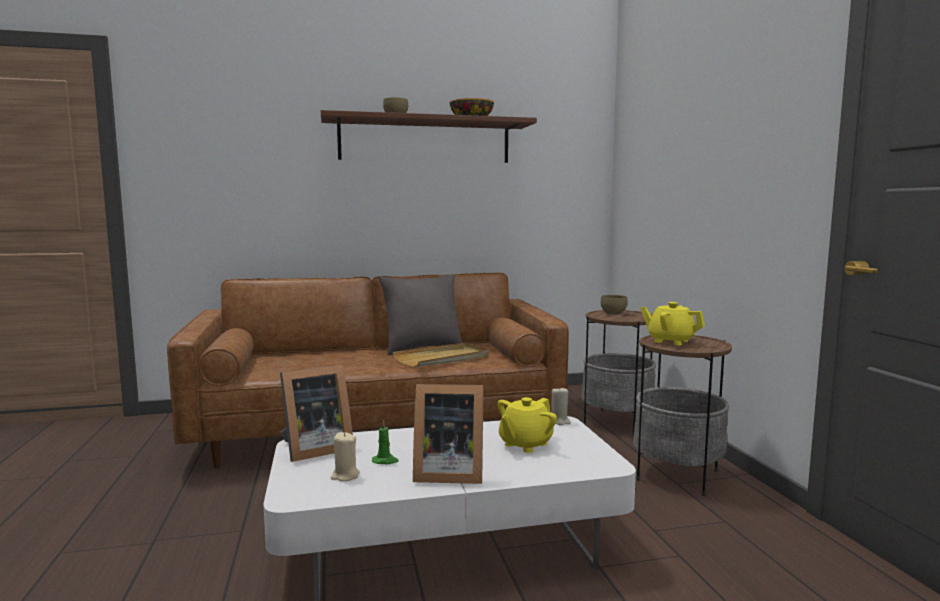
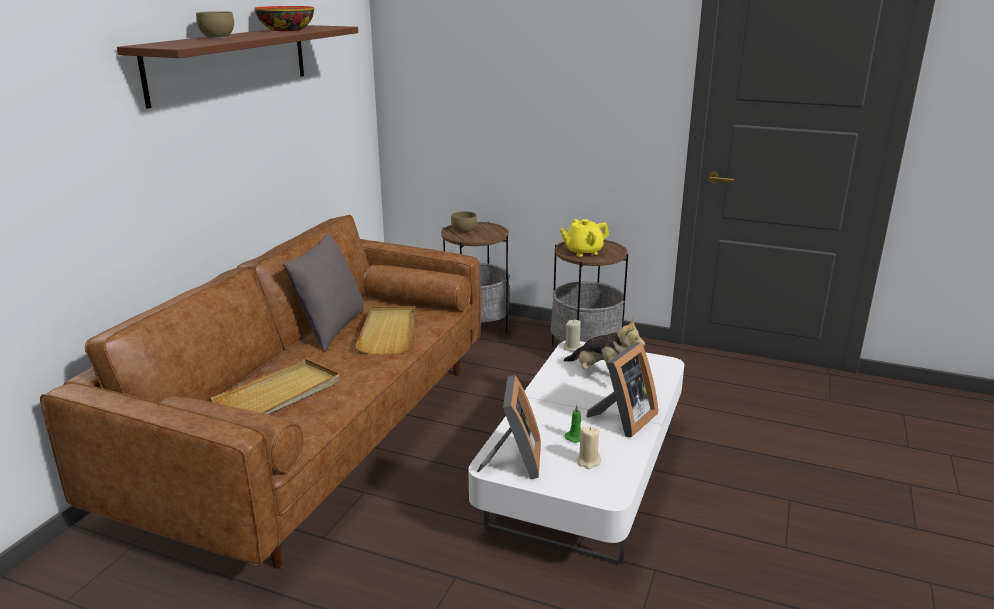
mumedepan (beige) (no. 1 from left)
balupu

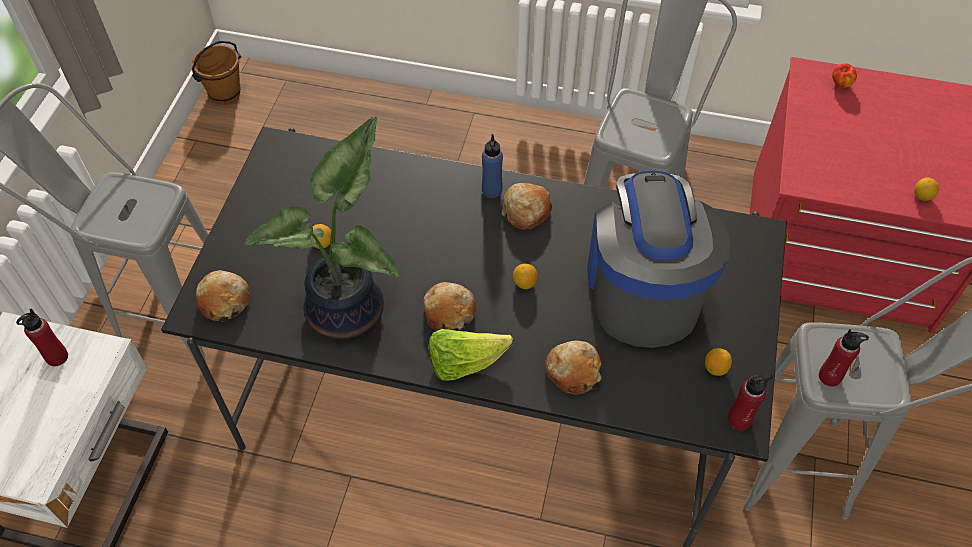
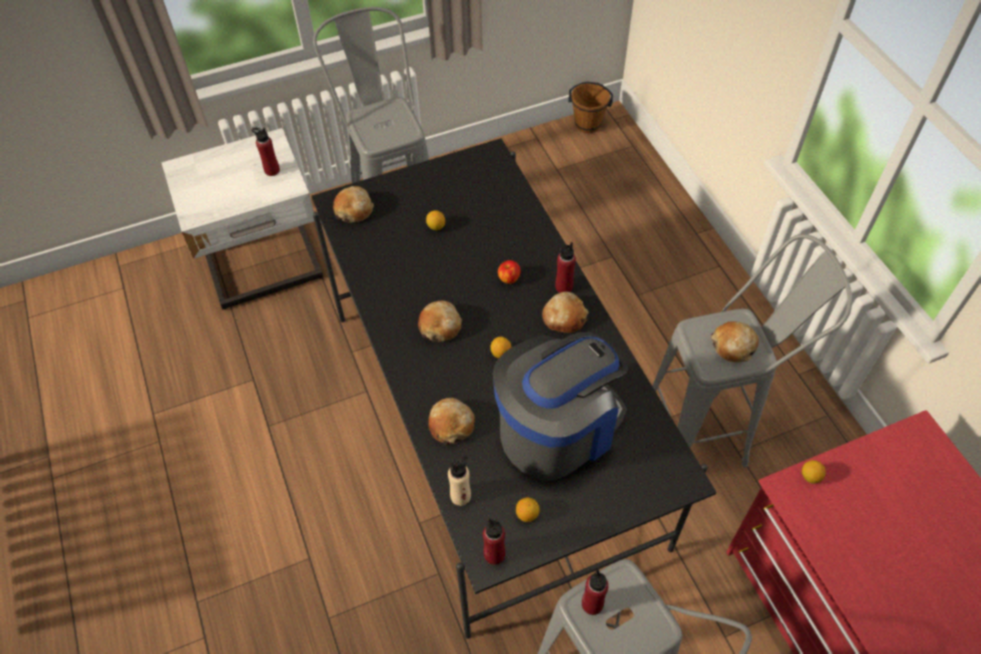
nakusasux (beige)
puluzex
nakusasux (red) (no. 3 from left)
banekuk (no. 5 from left)
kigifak (no. 4 from left)
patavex
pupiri

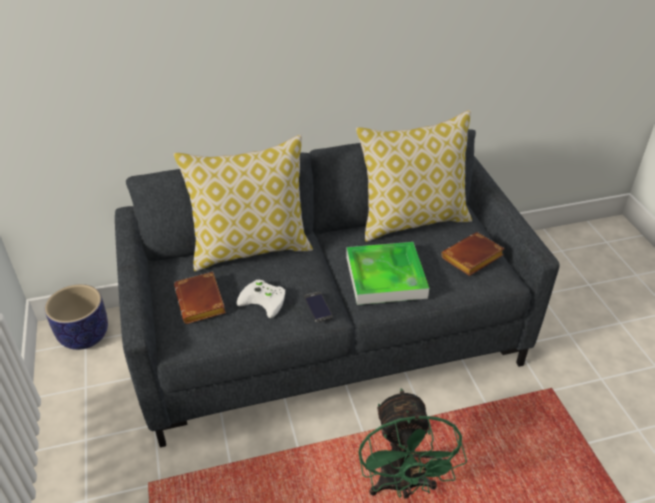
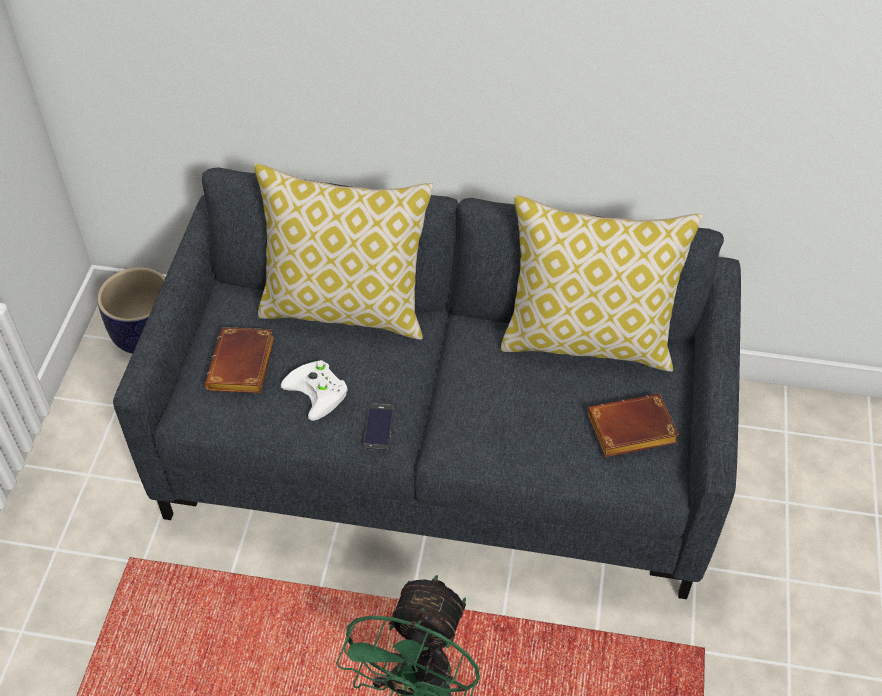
mumedepan

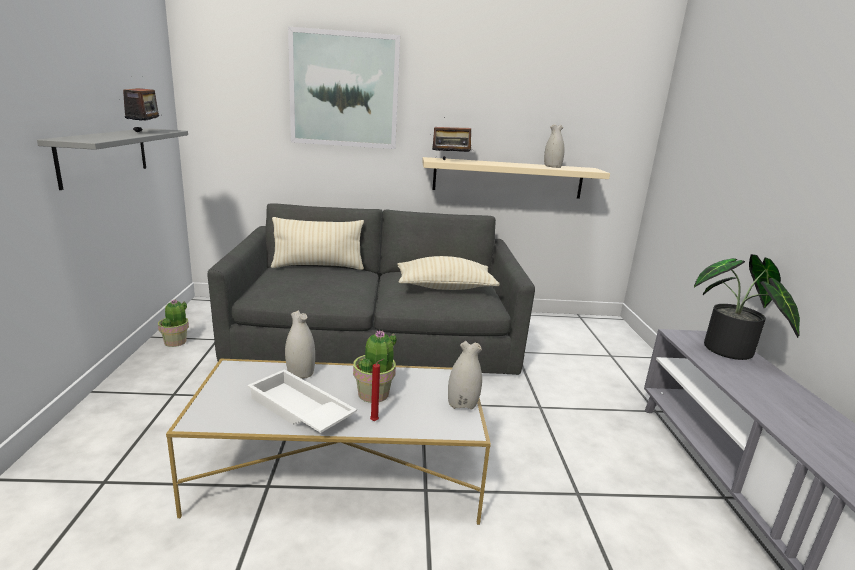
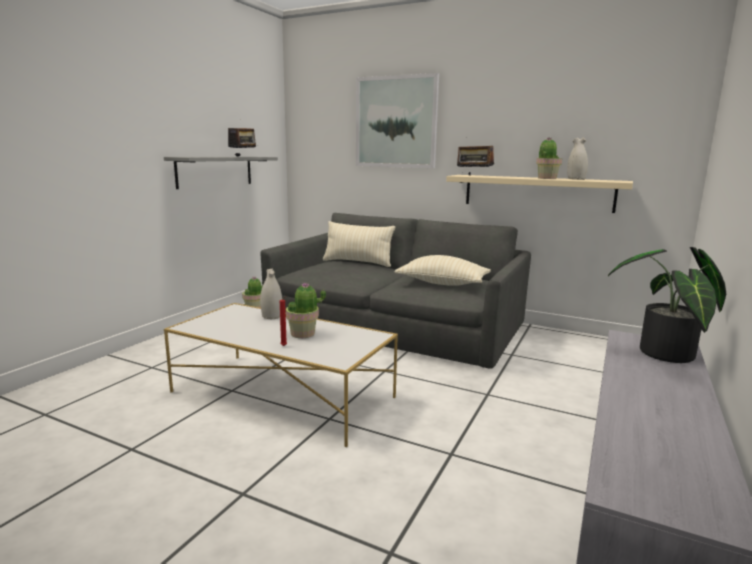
patavex (no. 3 from left)
mumedepan (white)
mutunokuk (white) (no. 2 from left in the first image)

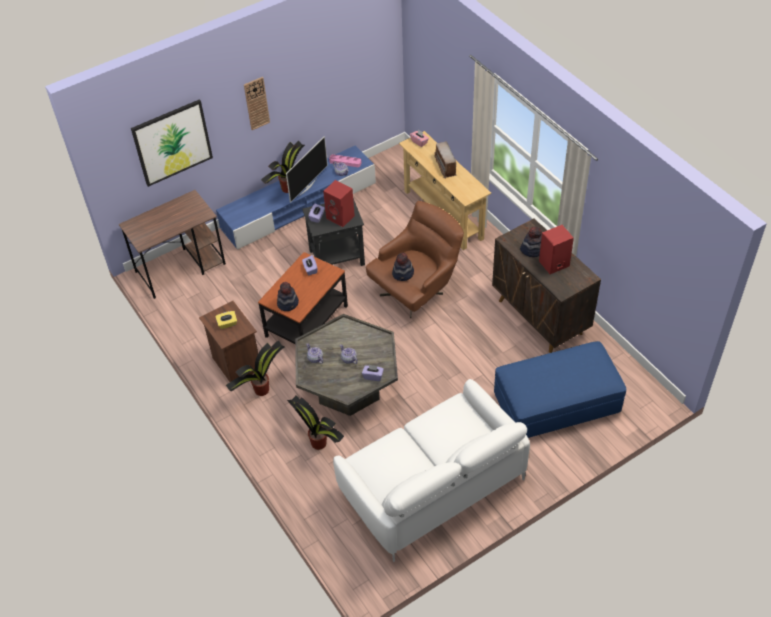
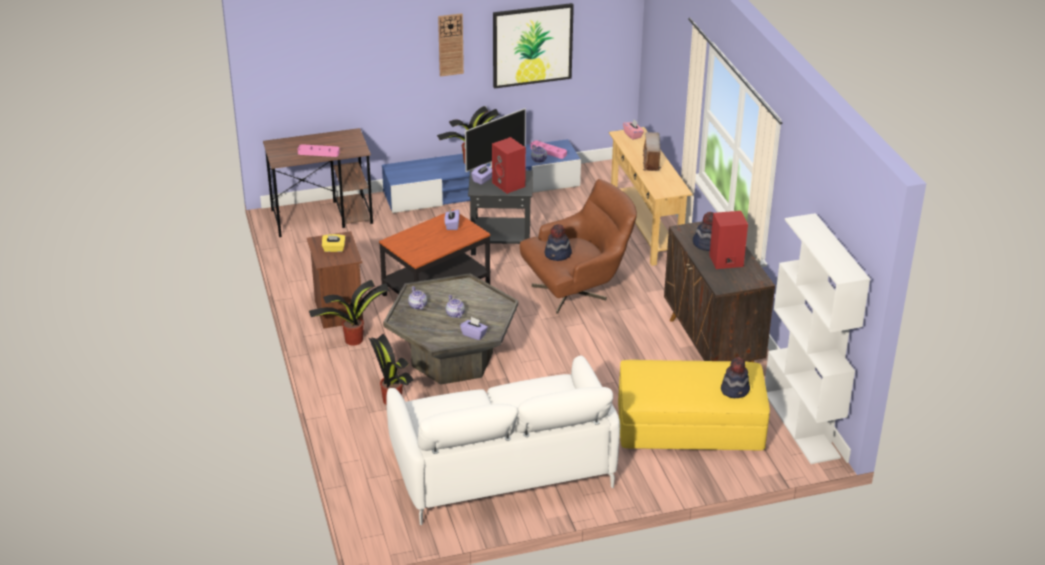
mumedepan (pink) (no. 1 from left)
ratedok
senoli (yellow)
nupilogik (no. 3 from left)
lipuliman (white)

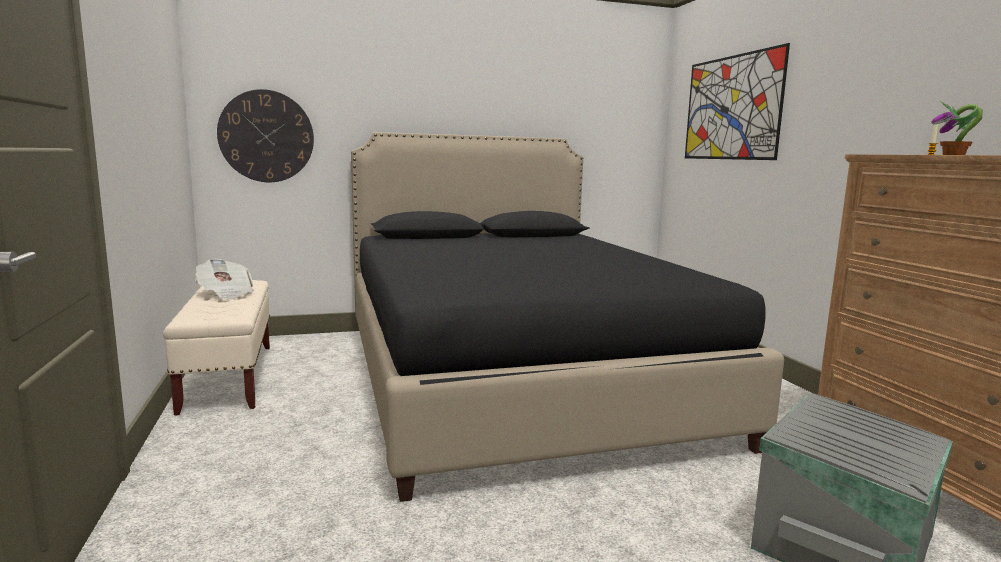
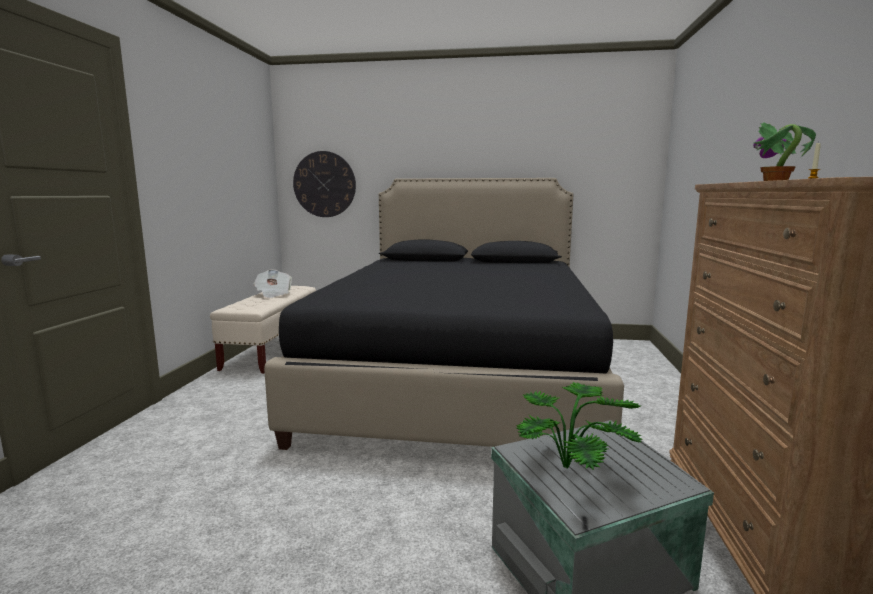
patavex (no. 1 from left)
ratedok

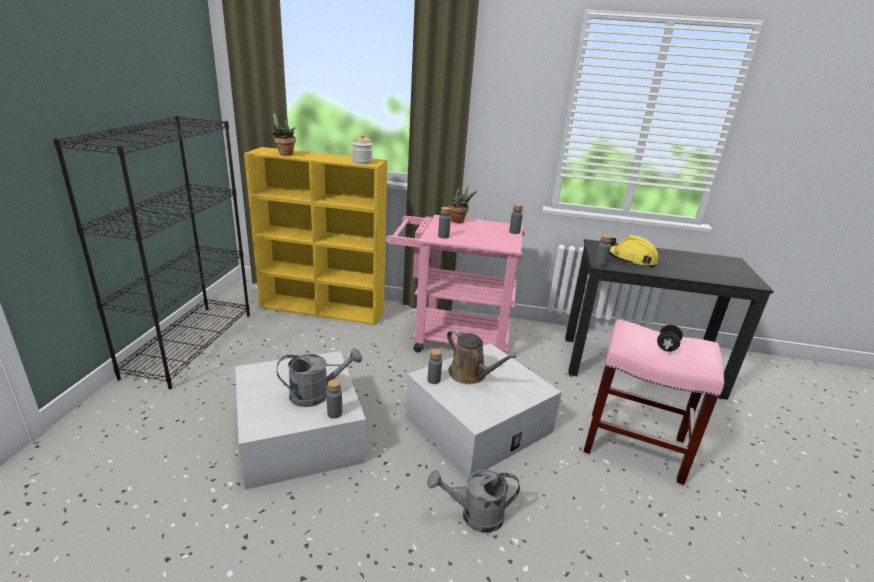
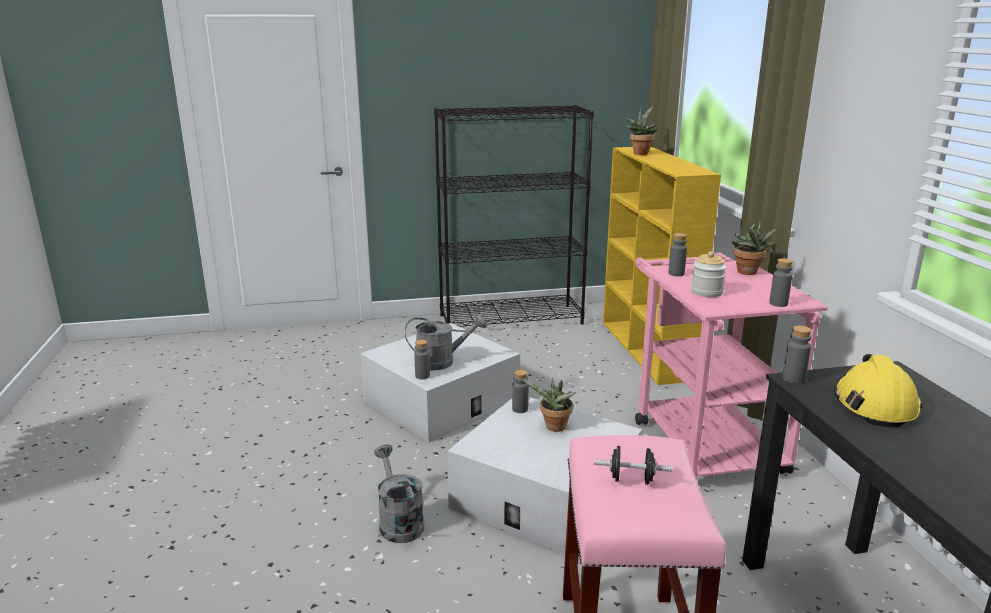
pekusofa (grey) (no. 2 from left)
patavex (no. 1 from left)
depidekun

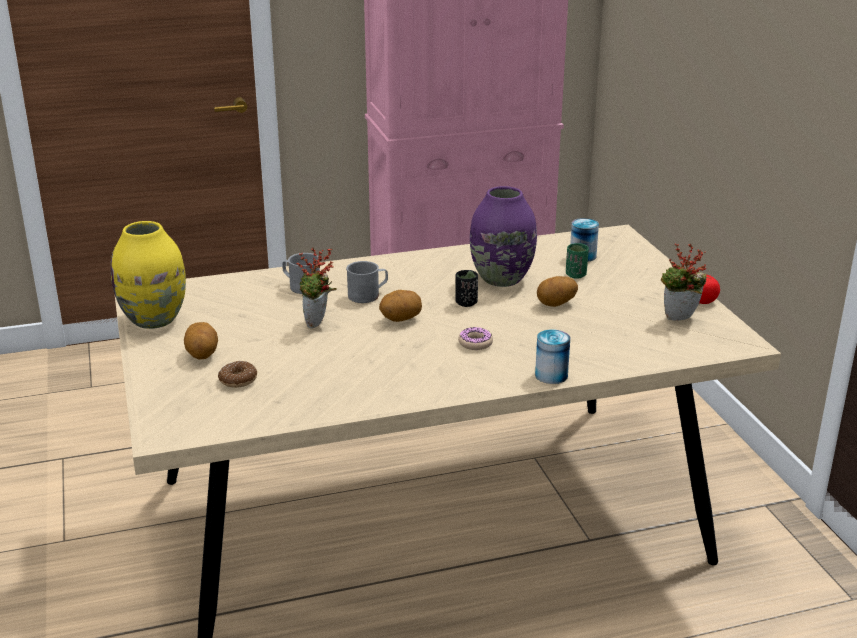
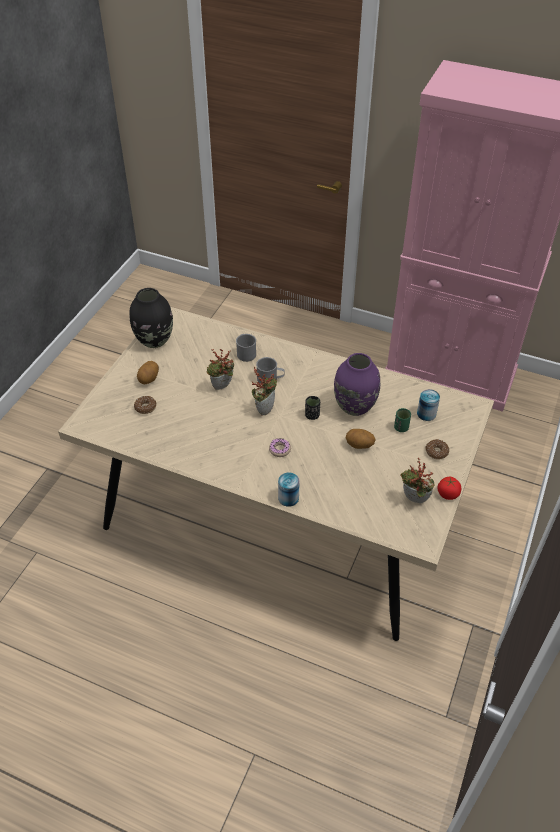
mutunokuk (black)
patavex (no. 2 from left)
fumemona (no. 3 from left)

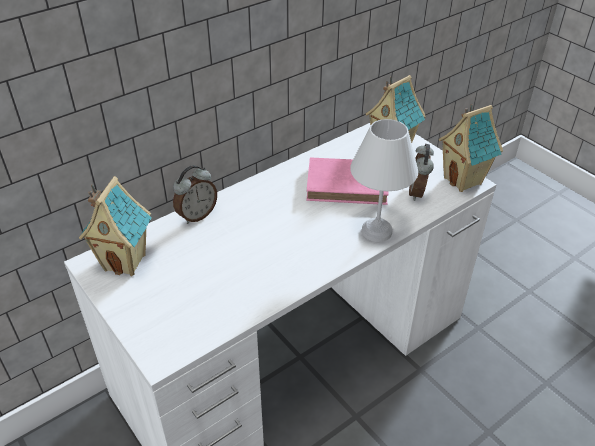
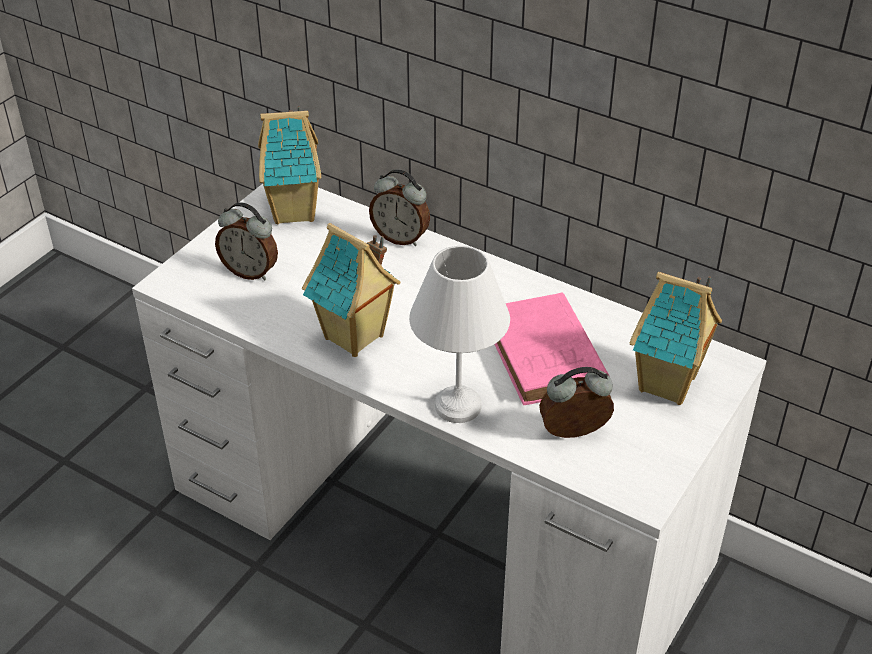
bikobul (no. 1 from left)
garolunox (no. 2 from left)

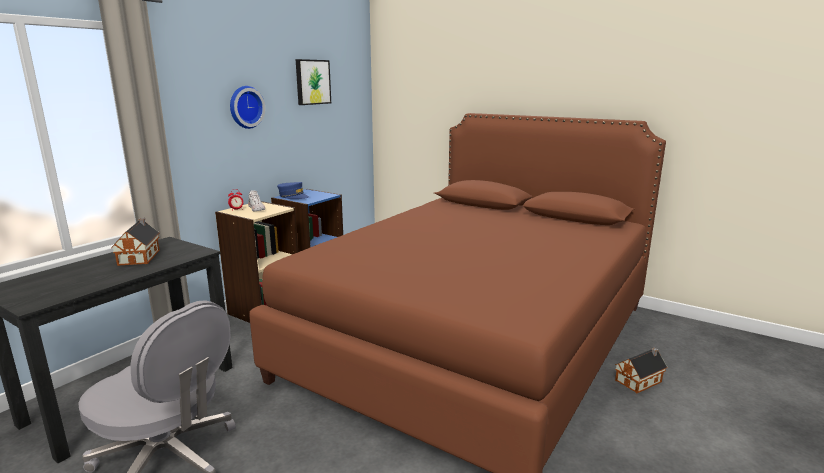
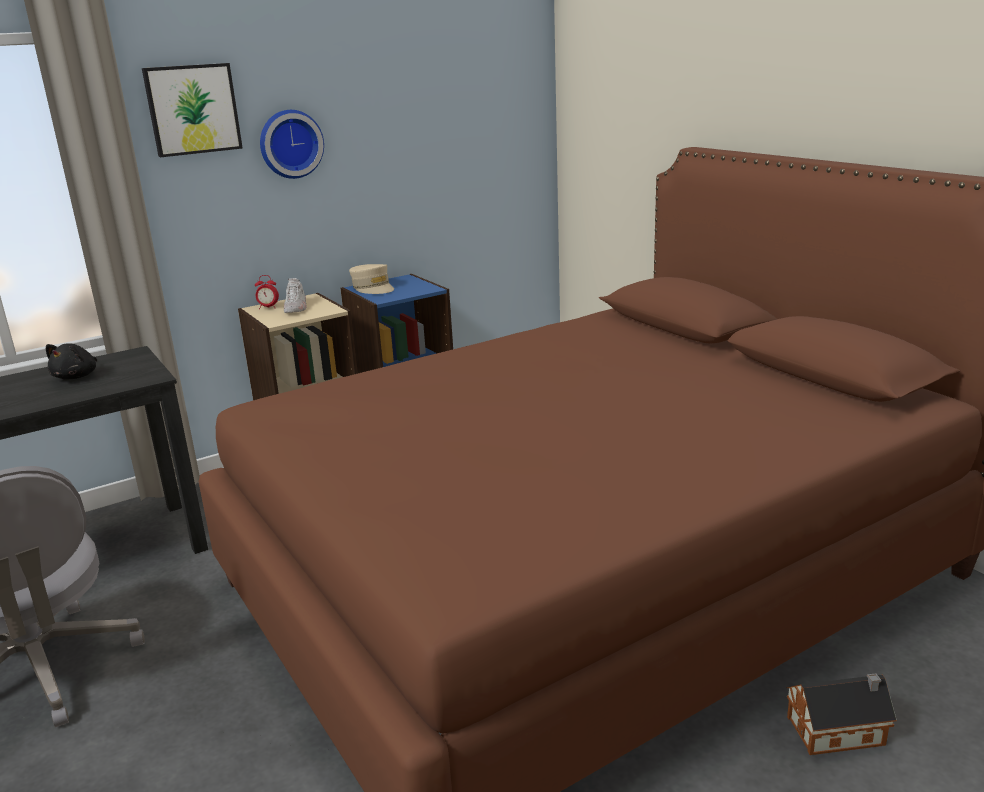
balupu (black)
ratedok
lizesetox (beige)

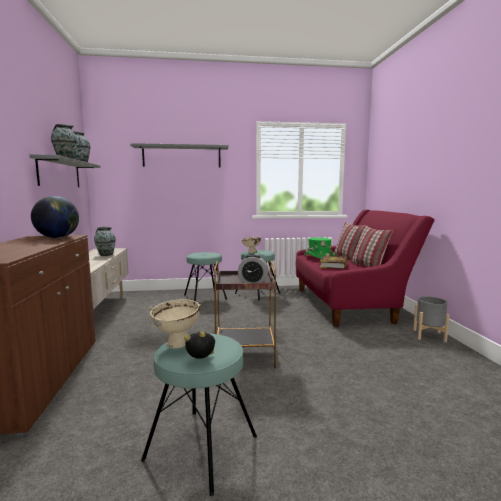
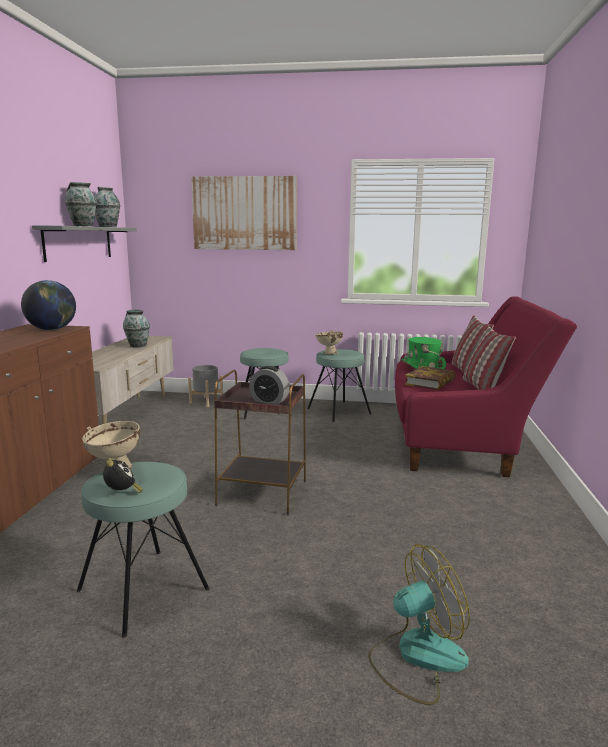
bikobul (no. 1 from left)
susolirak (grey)
ratedok
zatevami

